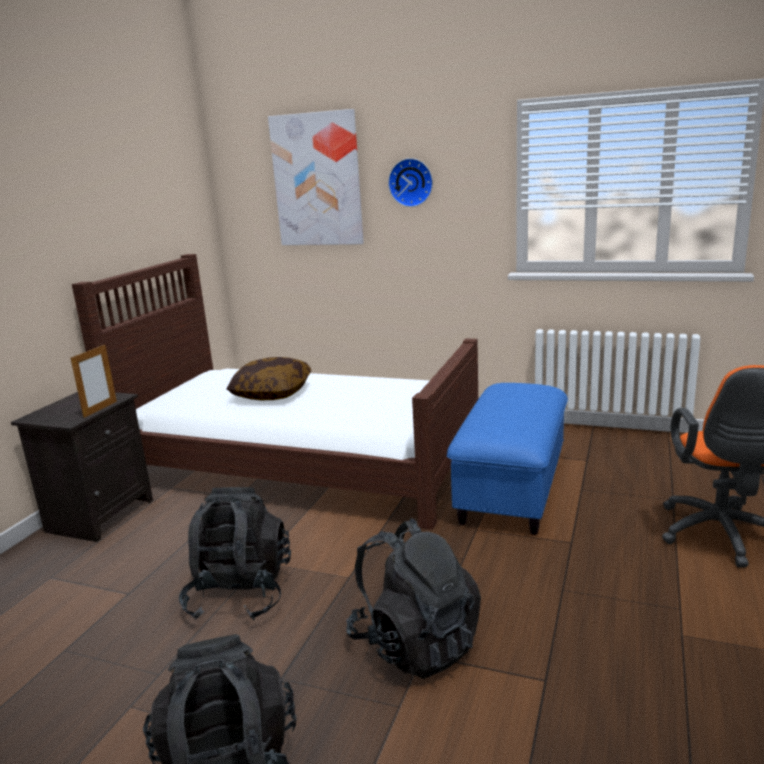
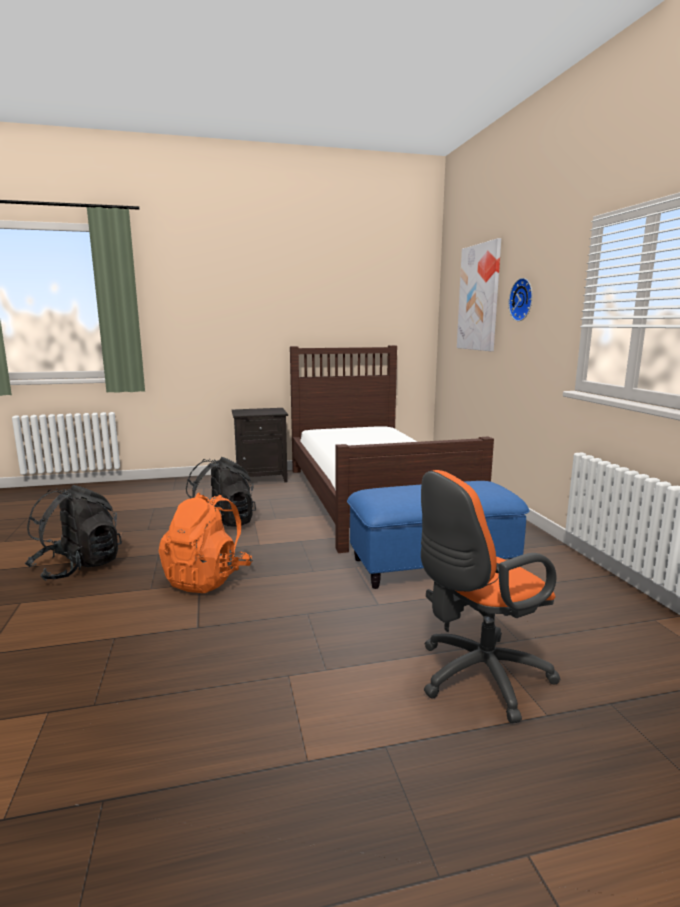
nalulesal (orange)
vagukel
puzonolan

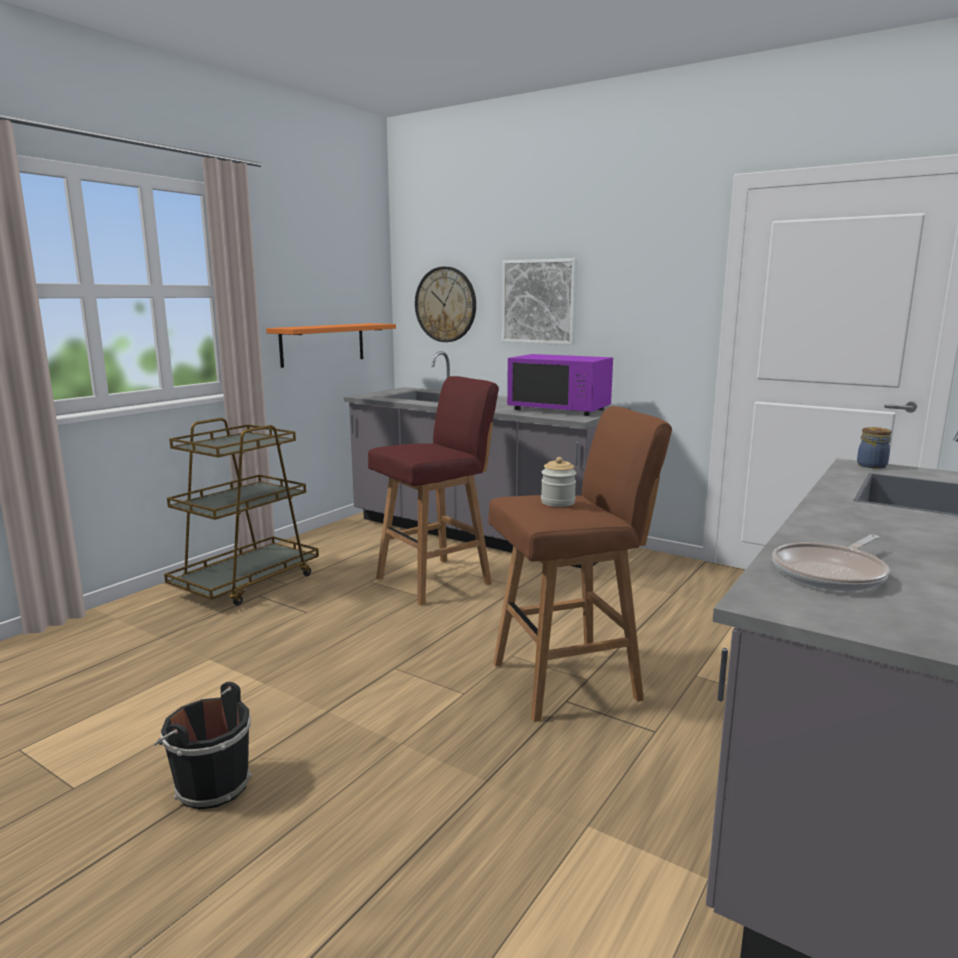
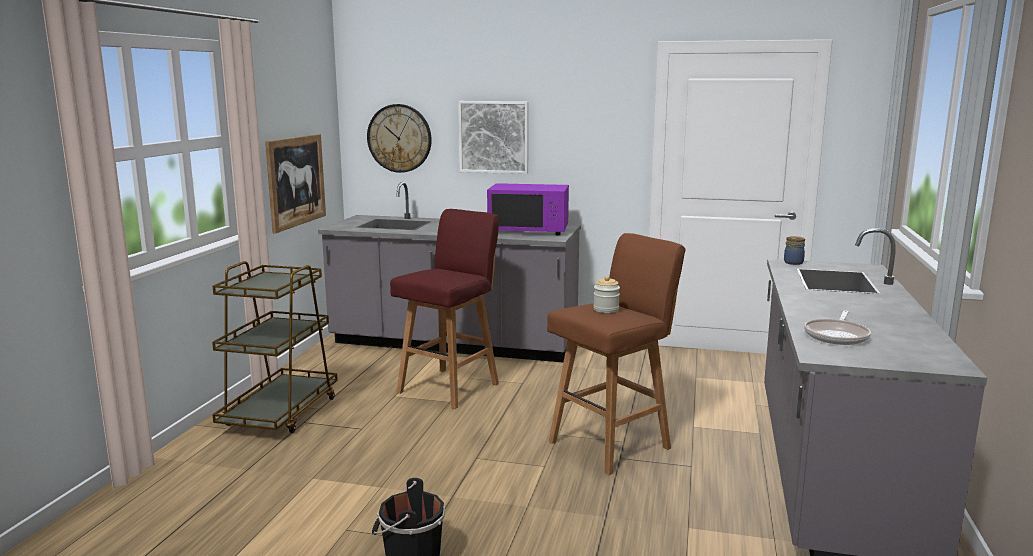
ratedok (no. 1 from left)

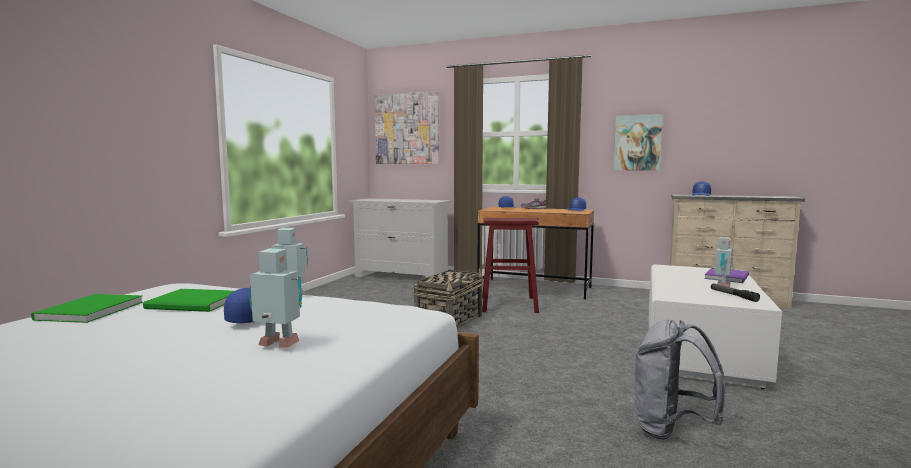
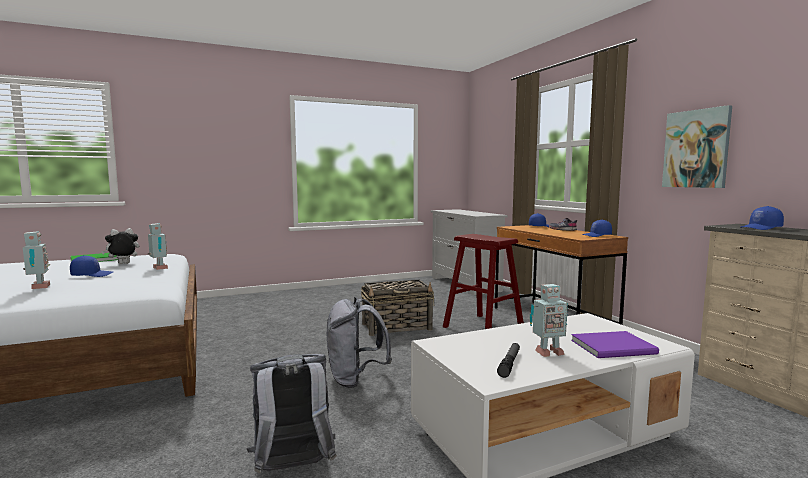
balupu
nalulesal (grey) (no. 2 from left)
ratedok (no. 1 from left in the first image)

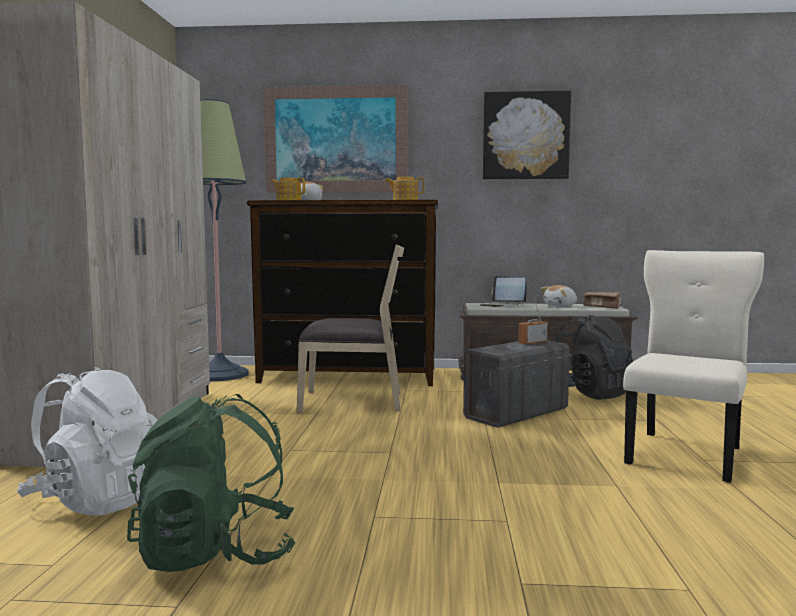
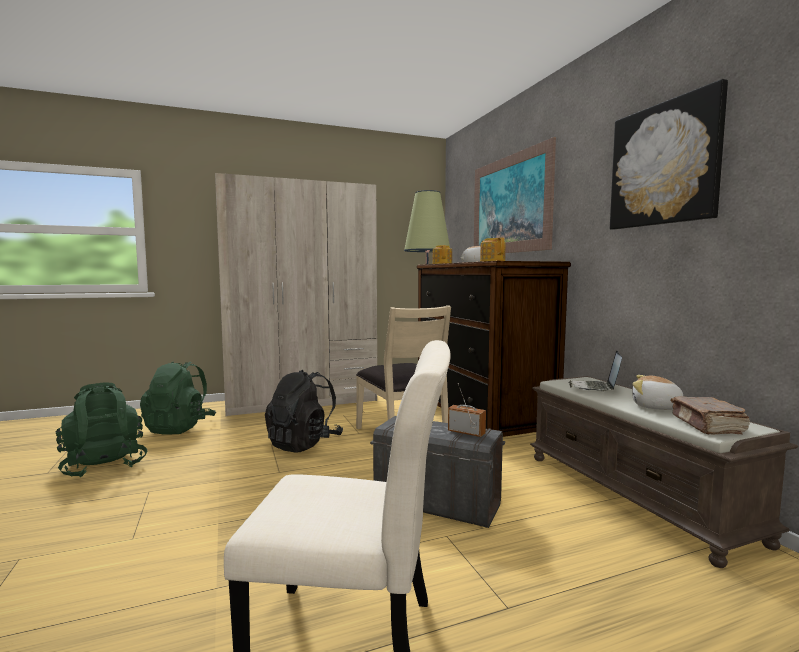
nalulesal (green) (no. 2 from left)
nalulesal (black)

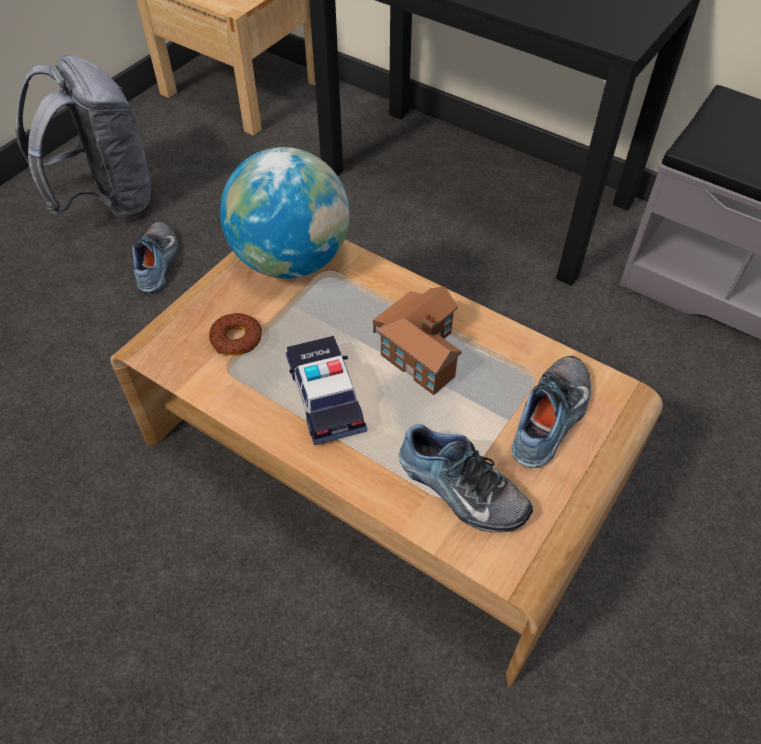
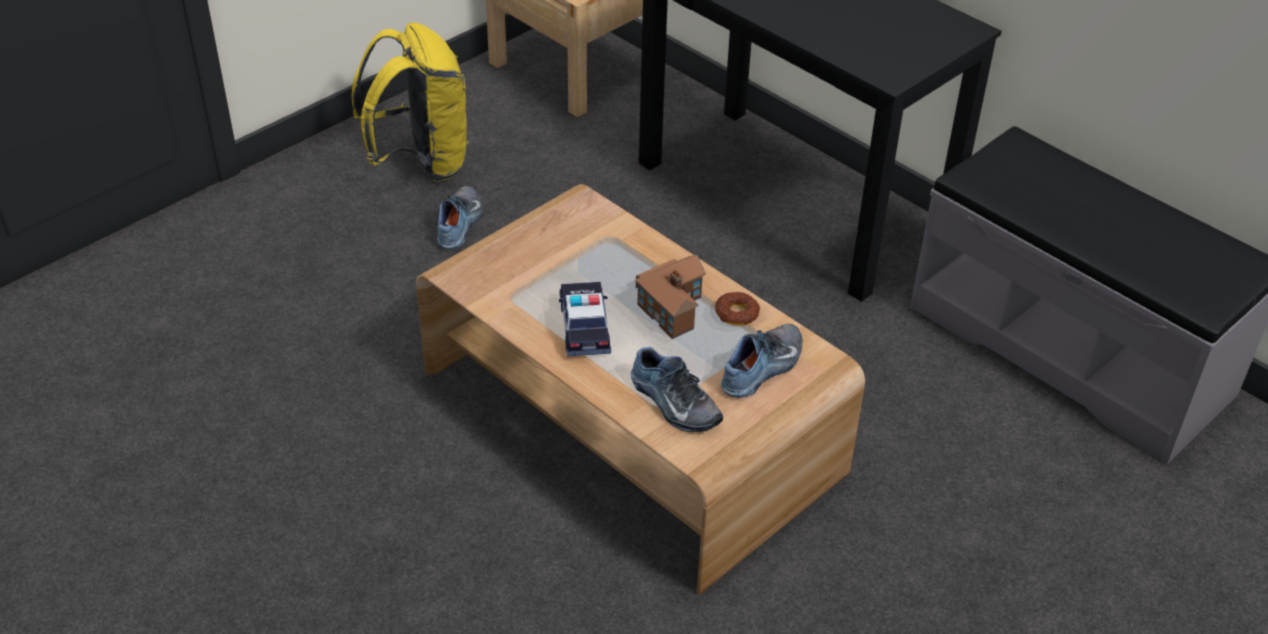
nalulesal (yellow)
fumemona
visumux

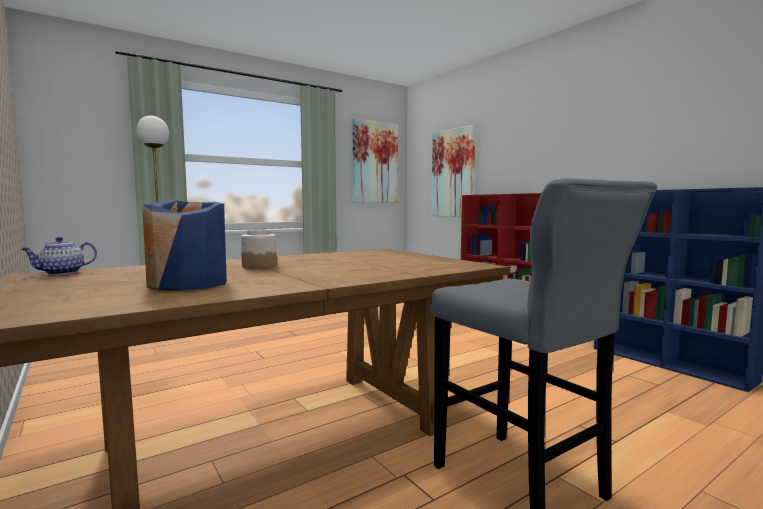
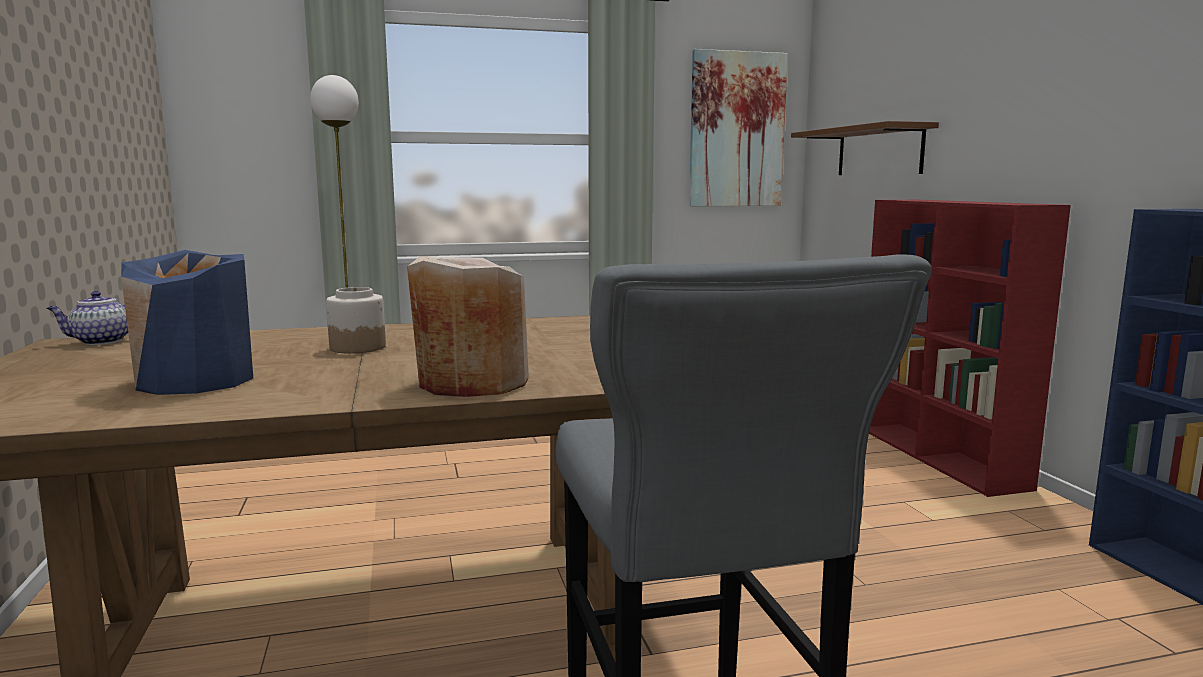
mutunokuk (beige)
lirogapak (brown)

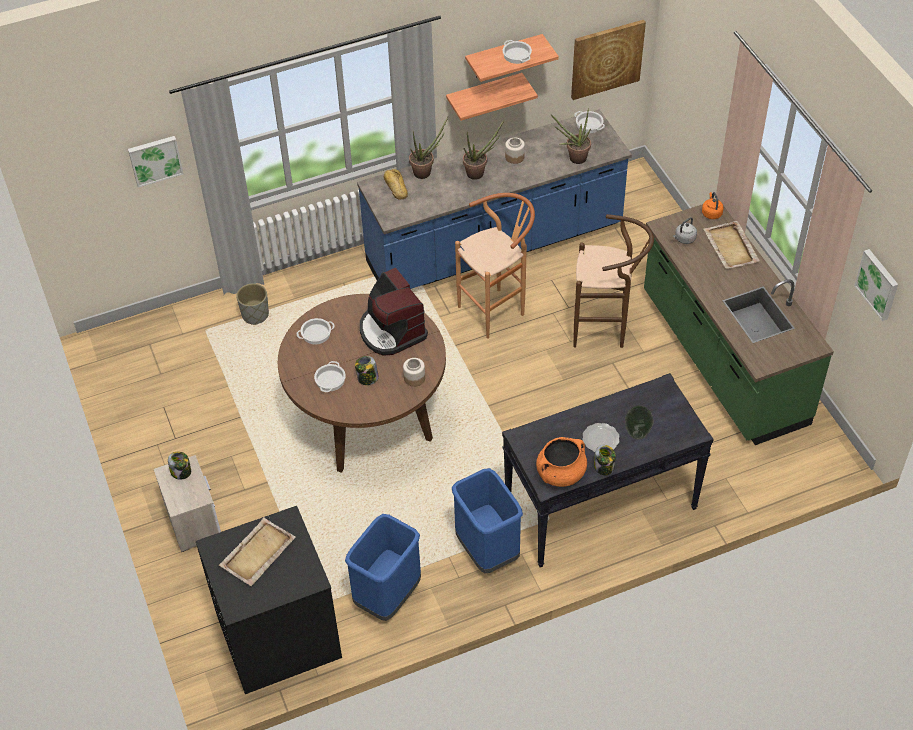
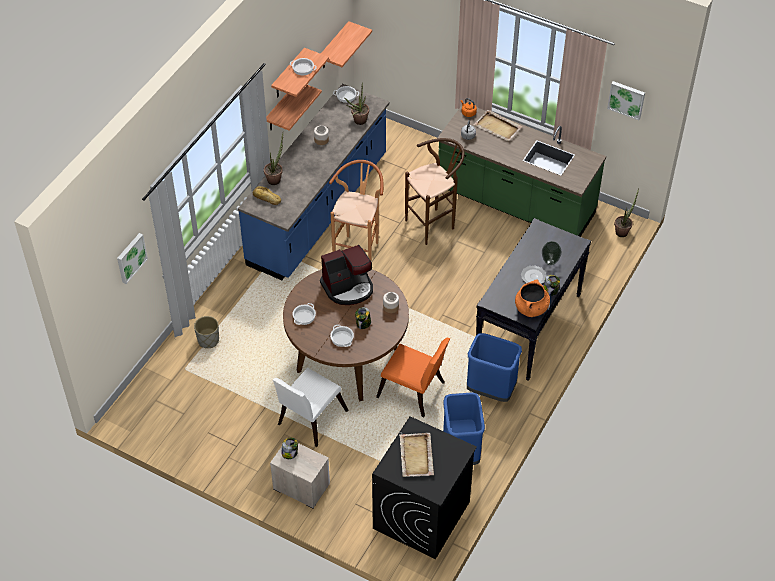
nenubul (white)
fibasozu
lirogapak (no. 3 from left)
nenubul (orange)
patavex (no. 3 from left)

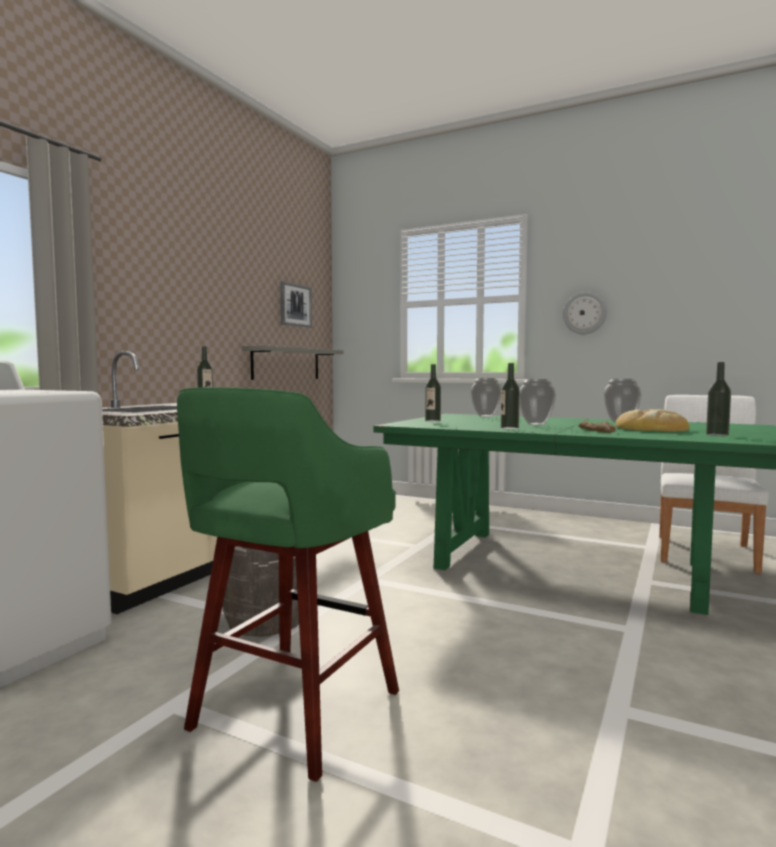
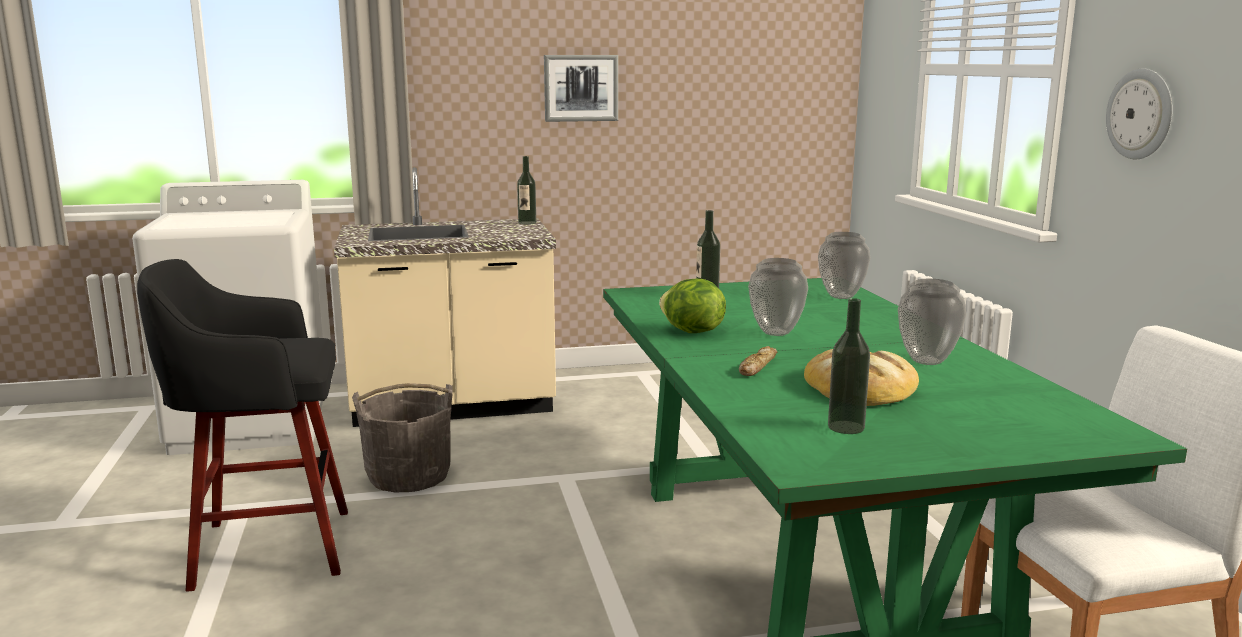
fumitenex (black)
ratedok
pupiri
lirogapak (grey)

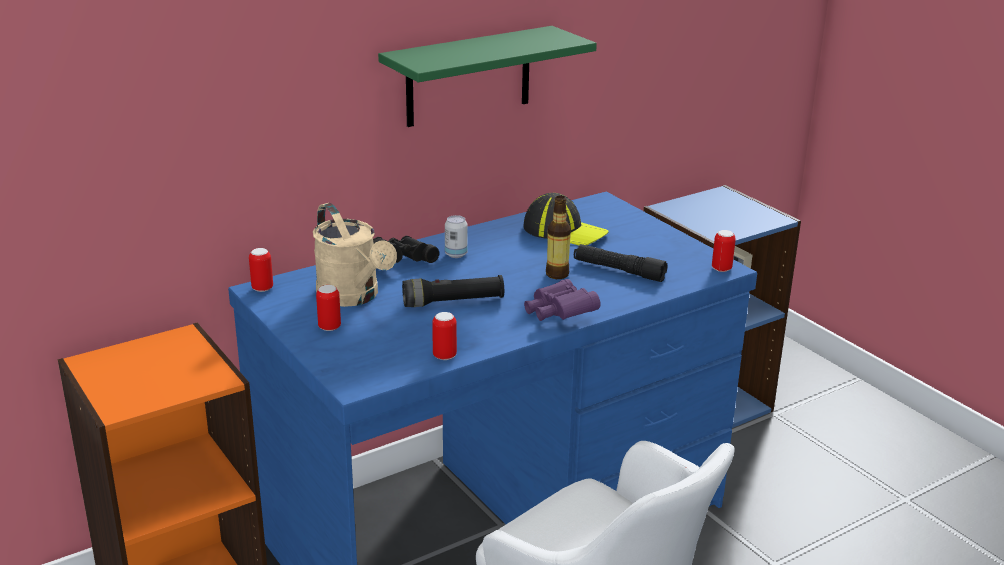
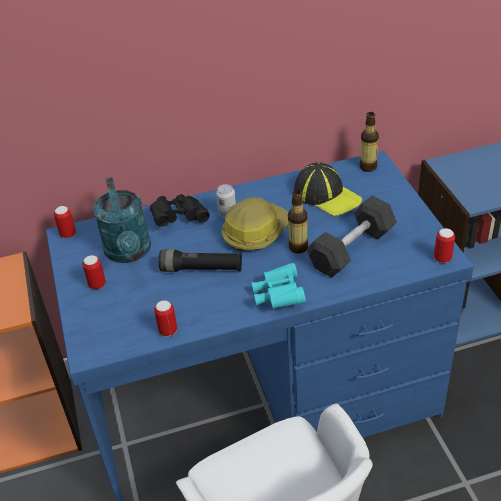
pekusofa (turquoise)
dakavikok
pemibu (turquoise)
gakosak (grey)
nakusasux (no. 2 from left)
lirogapak (green)

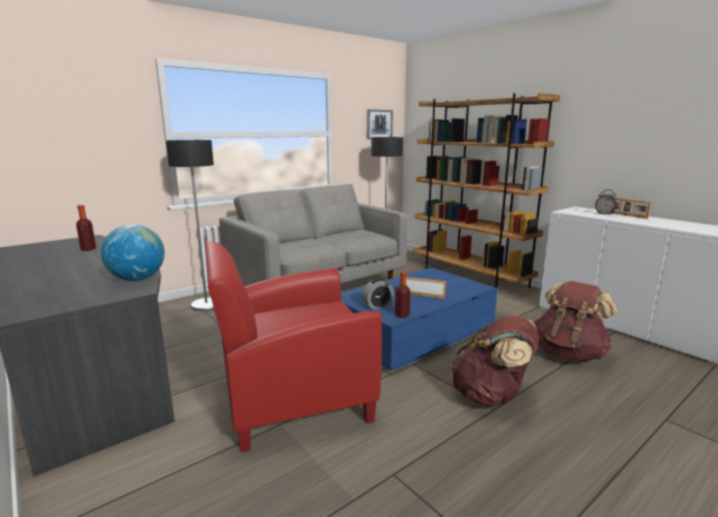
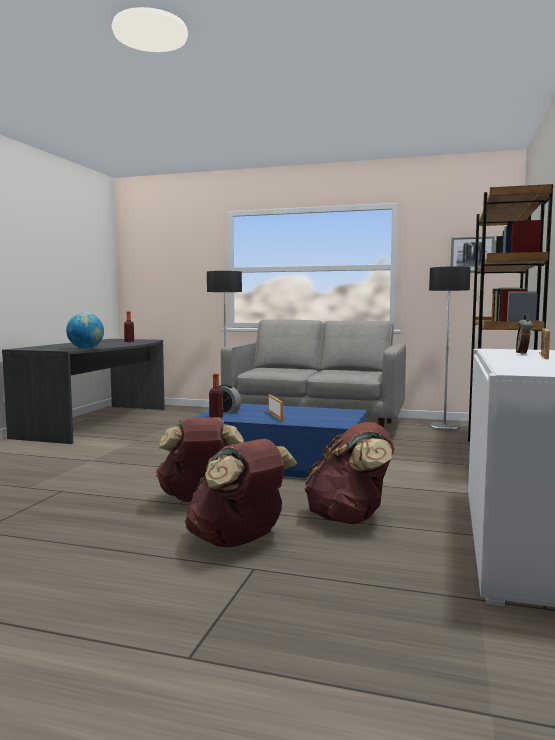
nalulesal (brown) (no. 2 from left)
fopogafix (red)

